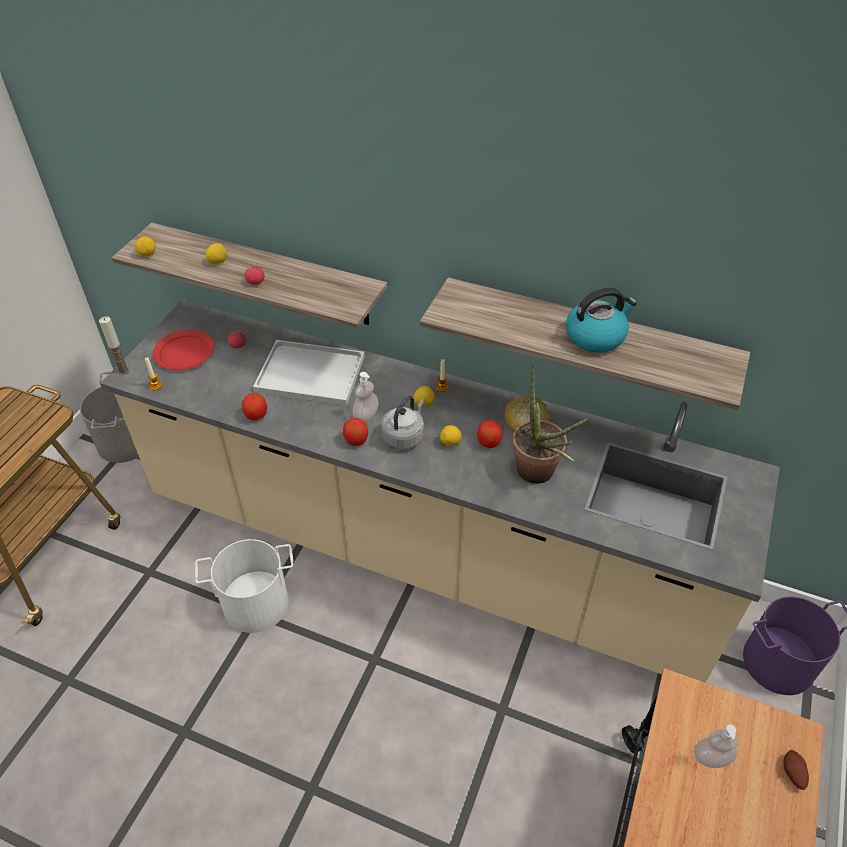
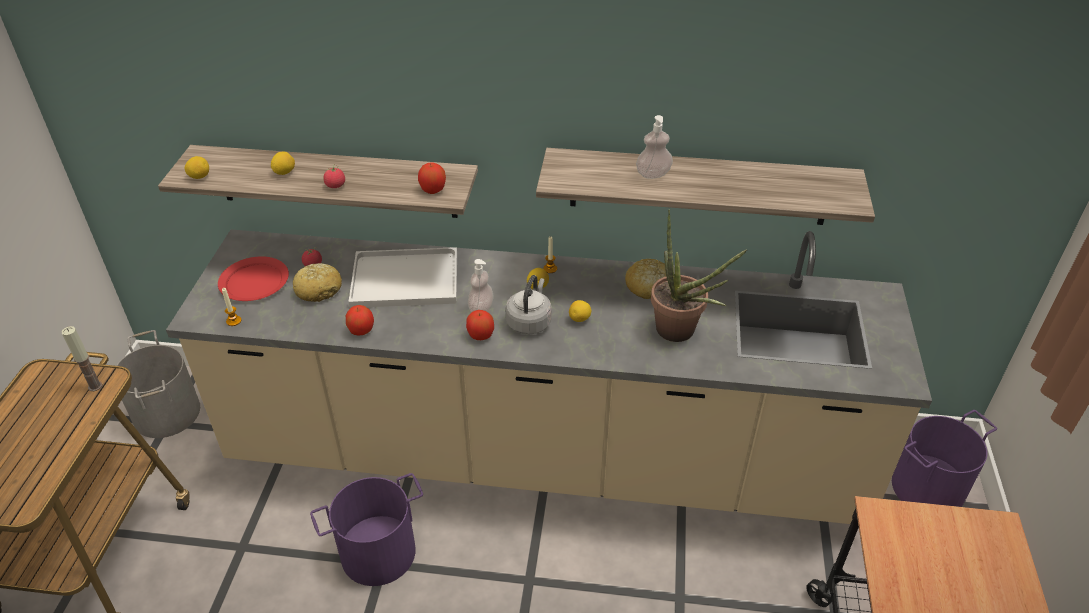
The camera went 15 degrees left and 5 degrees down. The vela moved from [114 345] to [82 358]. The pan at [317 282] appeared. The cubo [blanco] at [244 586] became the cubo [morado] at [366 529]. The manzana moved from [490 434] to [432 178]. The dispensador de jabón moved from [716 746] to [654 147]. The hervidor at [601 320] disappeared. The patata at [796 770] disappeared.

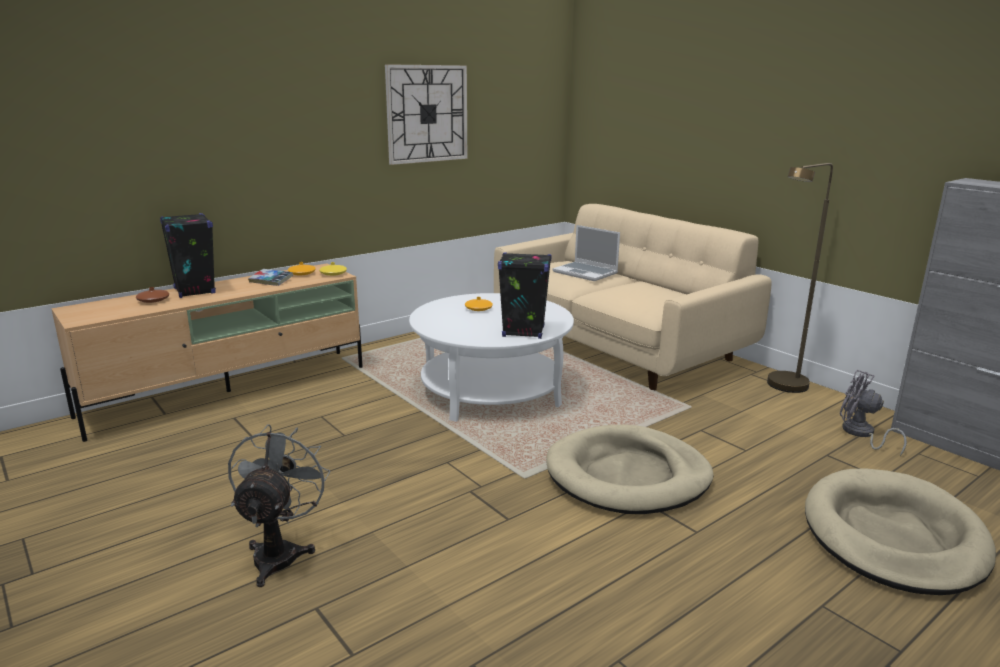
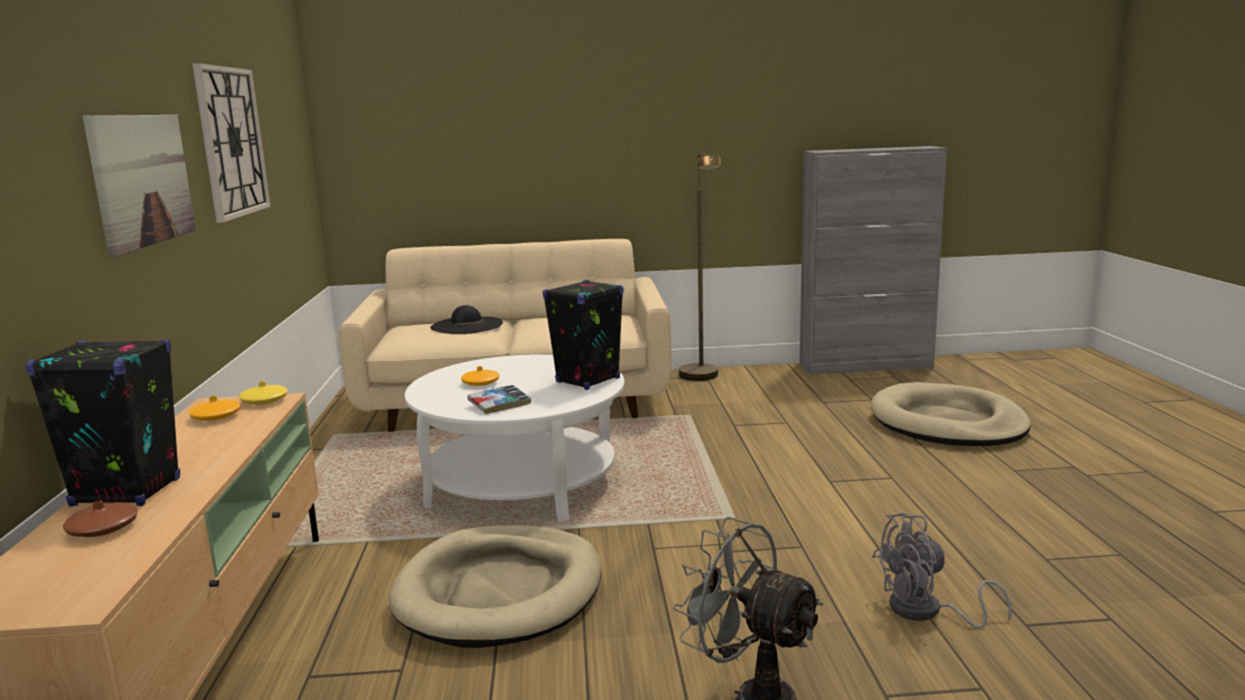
The camera went 55 degrees left and 5 degrees down. The cuadro at [139 186] appeared. The cama para perro [beis] moved from [629 469] to [495 586]. The portátil at [586 253] was replaced by the sombrero [negro] at [466 319]. The libro moved from [270 277] to [499 399]. The ventilador [gris] moved from [873 413] to [942 570].

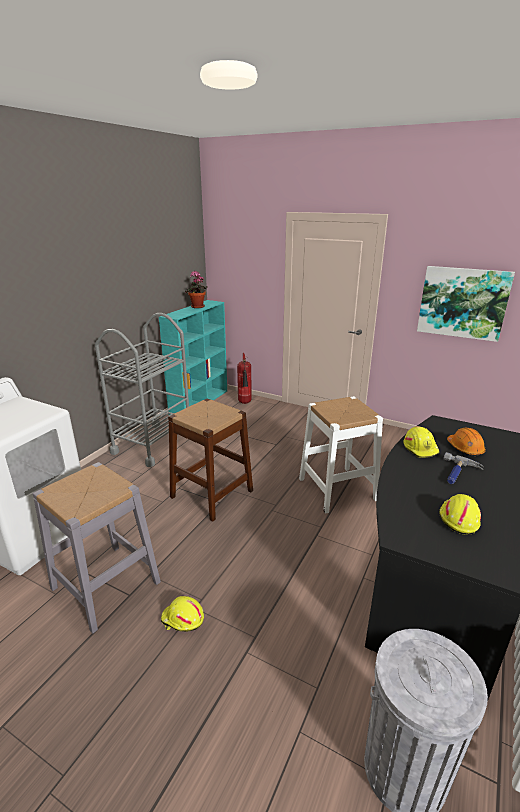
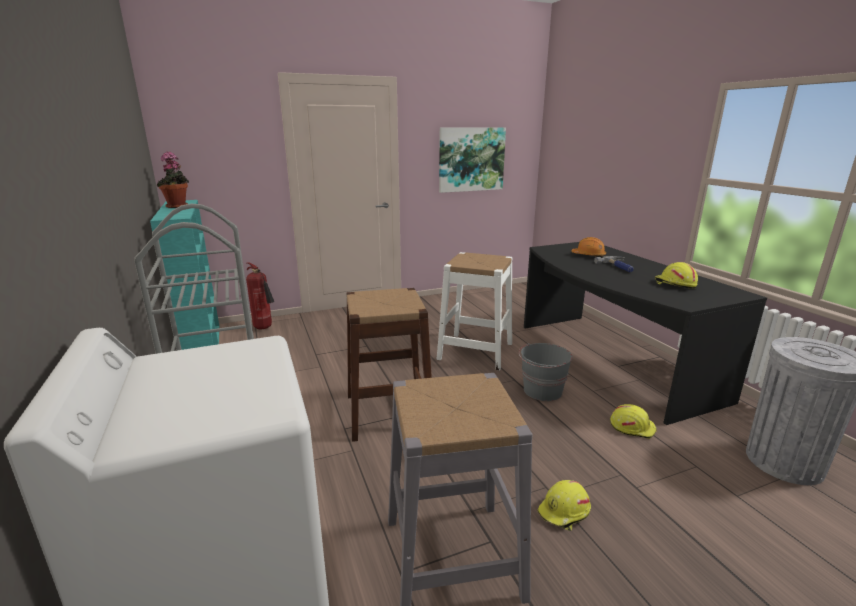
The camera went 50 degrees left and 5 degrees down. The cubo [gris] at [546 372] appeared. The casco [amarillo] moved from [421 442] to [633 421].

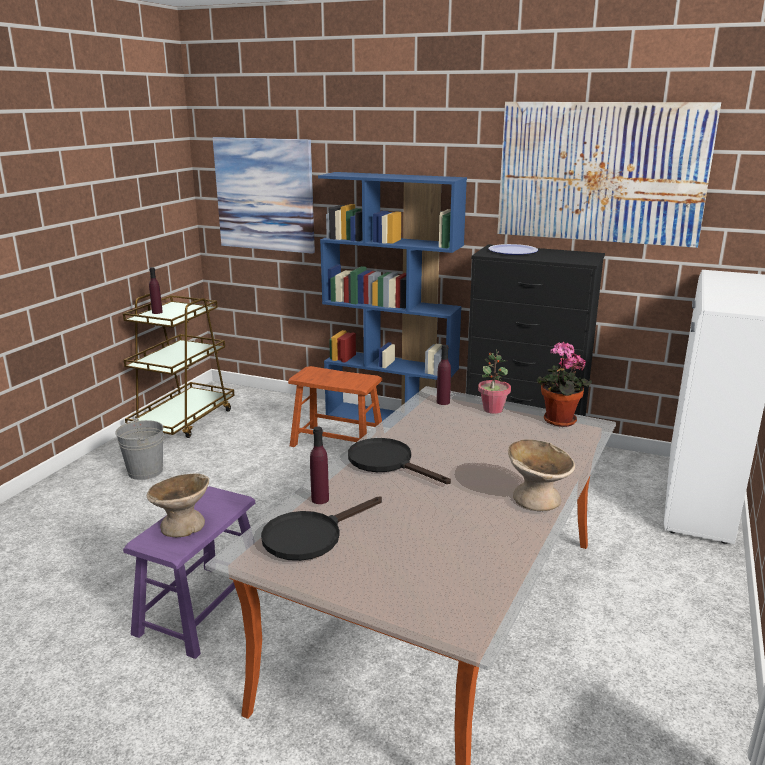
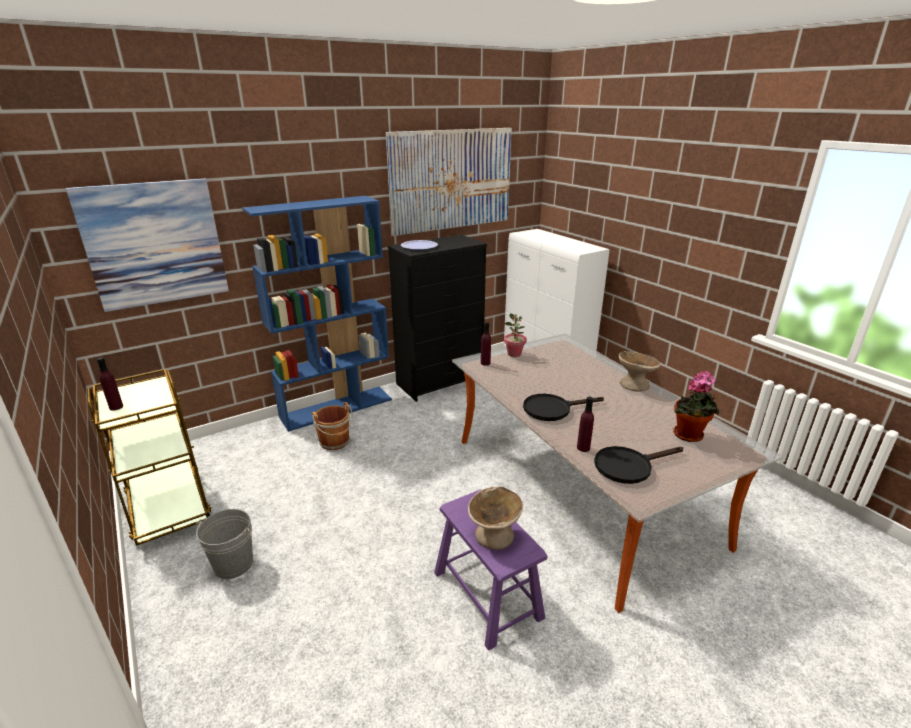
The camera went 55 degrees left and 5 degrees up. The taburete [marrón] at [335 406] was replaced by the cubo [marrón] at [332 426]. The sartén [negro] at [321 528] turned 75 degrees clockwise. The planta en maceta moved from [564 384] to [696 406].

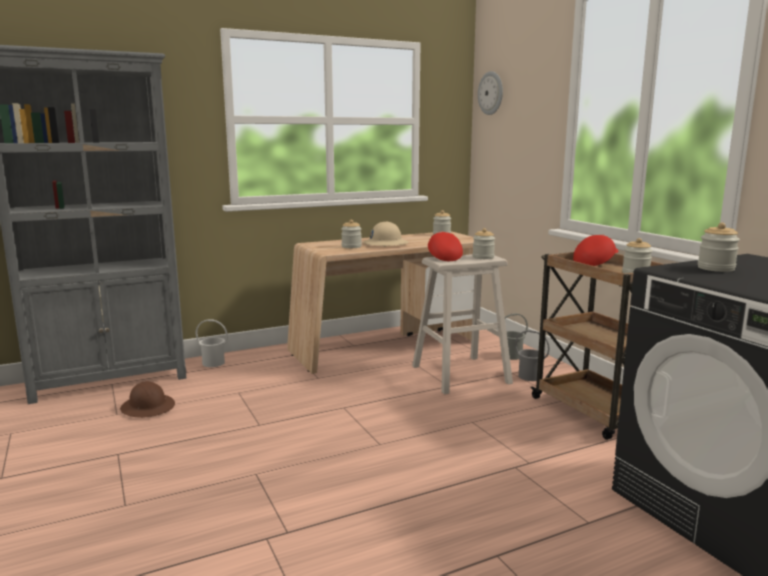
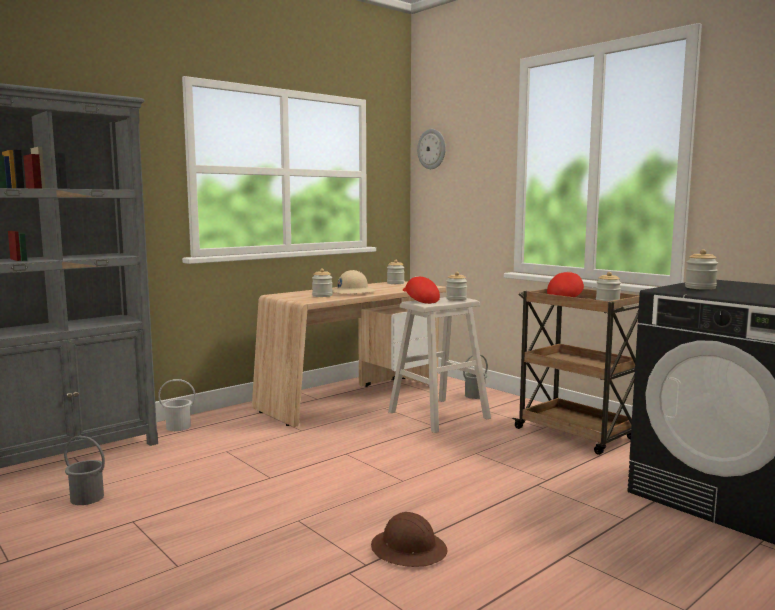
The camera went 15 degrees left and 5 degrees down. The cubo [gris] moved from [532 355] to [84 470]. The casco [marrón] moved from [147 399] to [409 539].

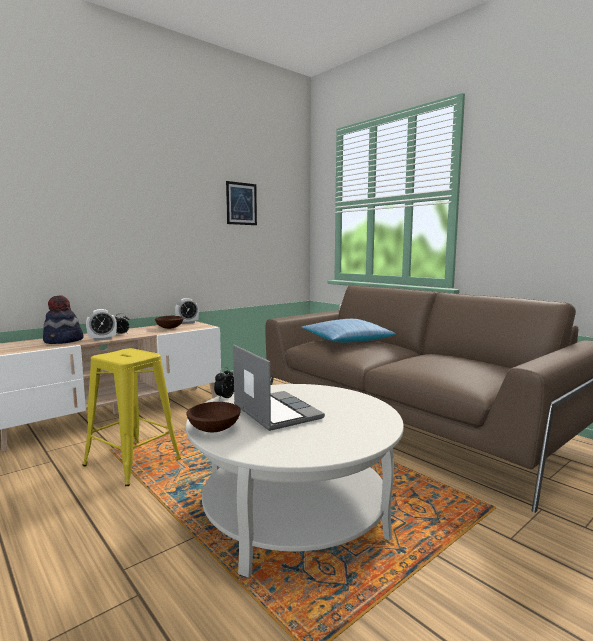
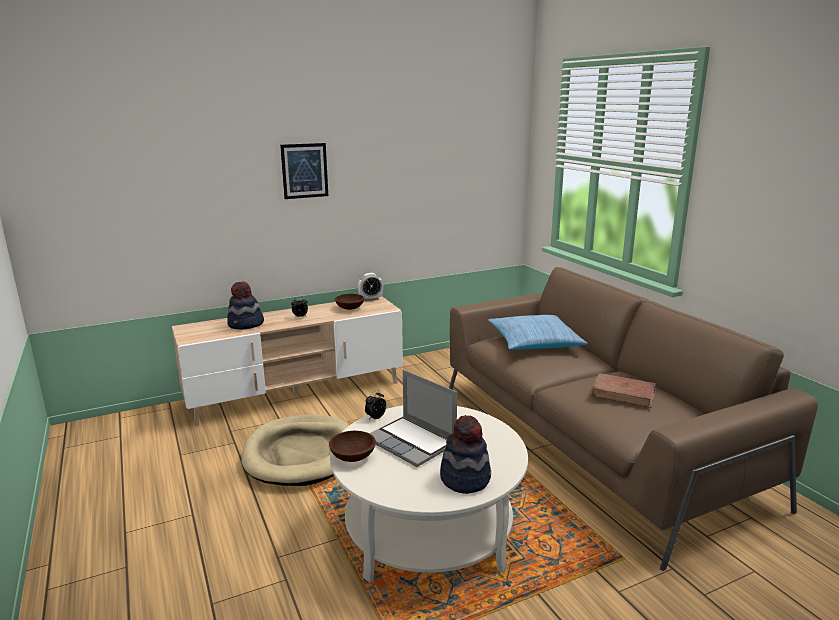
The camera went 15 degrees right and 10 degrees up. The taburete [amarillo] at [131 417] was replaced by the cama para perro [beis] at [295 450]. The cuadro moved from [241 203] to [304 171]. The portátil at [279 388] turned 150 degrees clockwise. The sombrero at [465 454] appeared. The libro [marrón] at [623 390] appeared. The despertador at [101 325] disappeared.

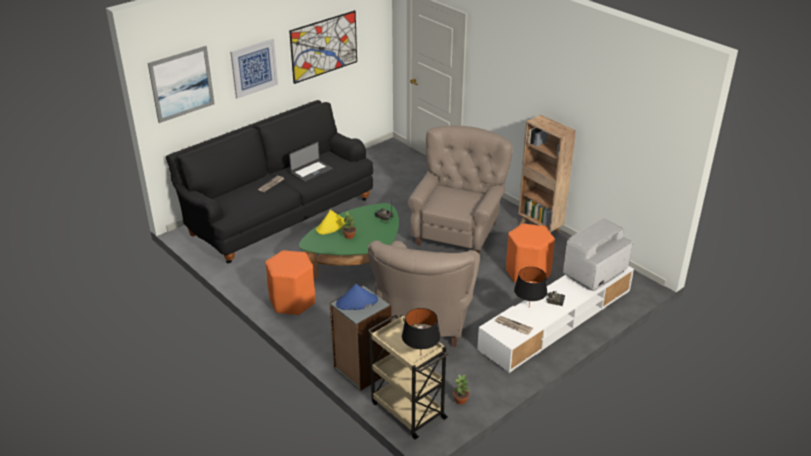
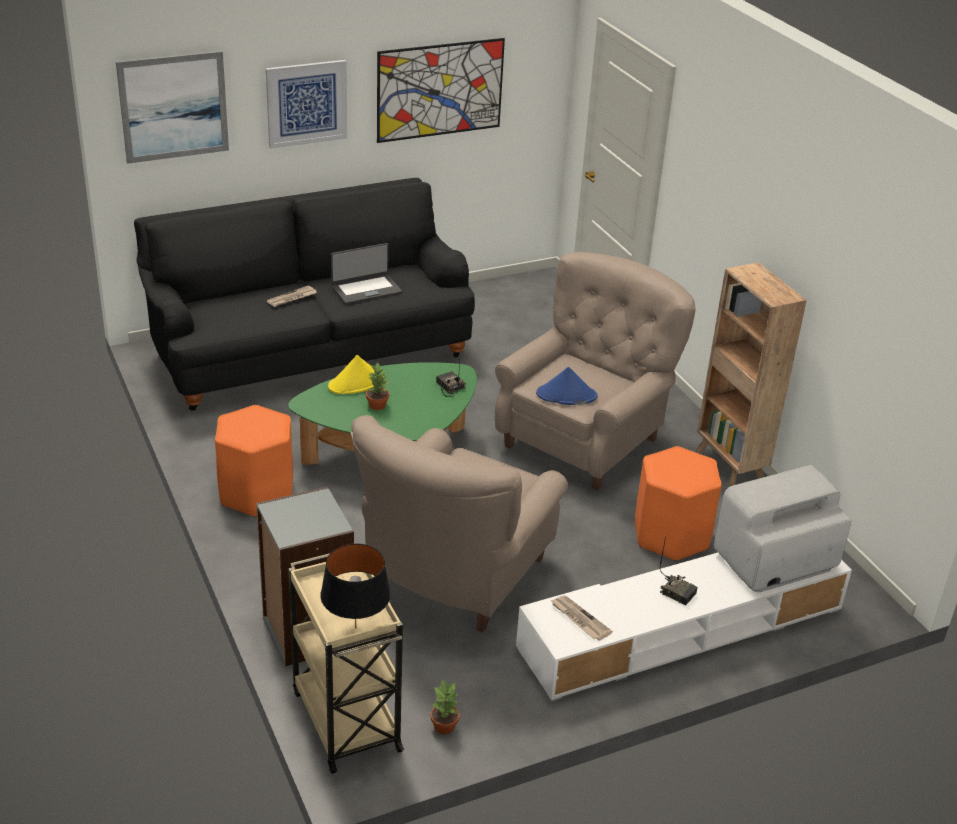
The camera went 15 degrees right and 0 degrees up. The sombrero [azul] moved from [357 297] to [567 386]. The lámpara de mesa [negro] at [530 286] disappeared.

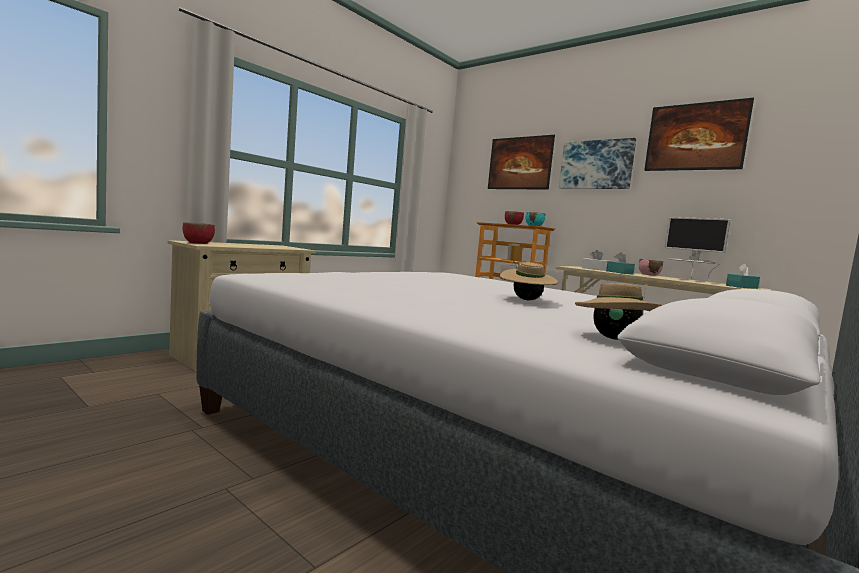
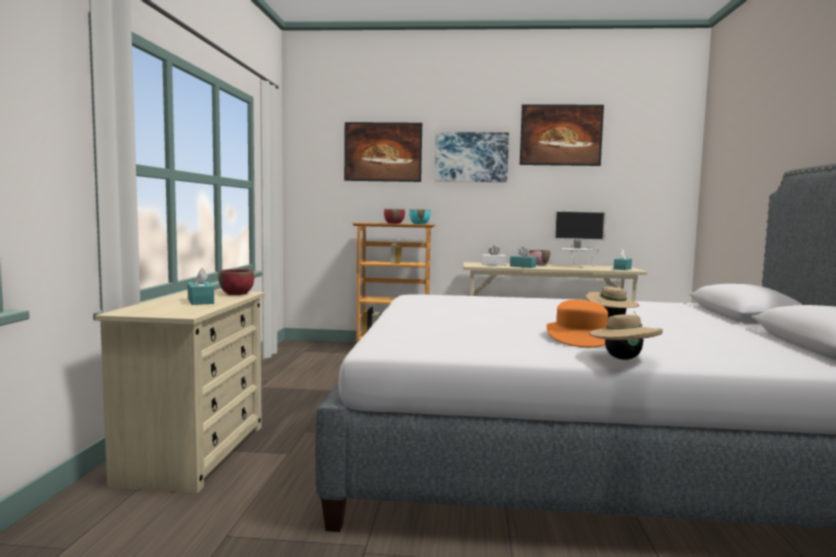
The camera went 35 degrees left and 0 degrees up. The caja de pañuelos [turquesa] at [200 286] appeared. The cuenco [rojo] moved from [199 233] to [236 282]. The sombrero [naranja] at [577 323] appeared. The sombrero [beis] moved from [618 311] to [626 336].

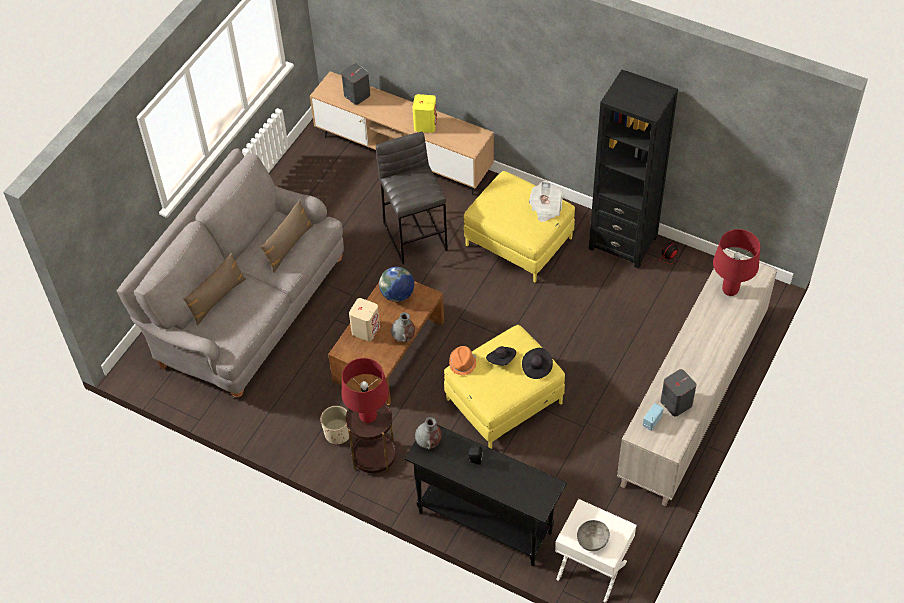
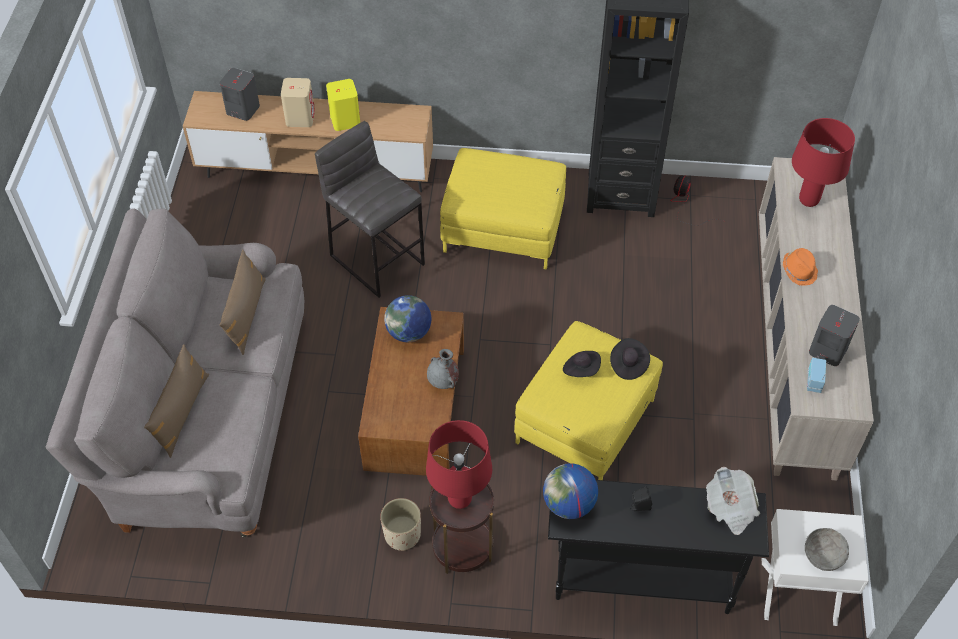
The camera went 25 degrees left and 0 degrees up. The altavoz [beis] moved from [364 319] to [298 102]. The florero [gris] at [428 433] was replaced by the globo terráqueo at [570 491]. The periódico moved from [546 201] to [733 501]. The sombrero [naranja] moved from [462 361] to [800 267].

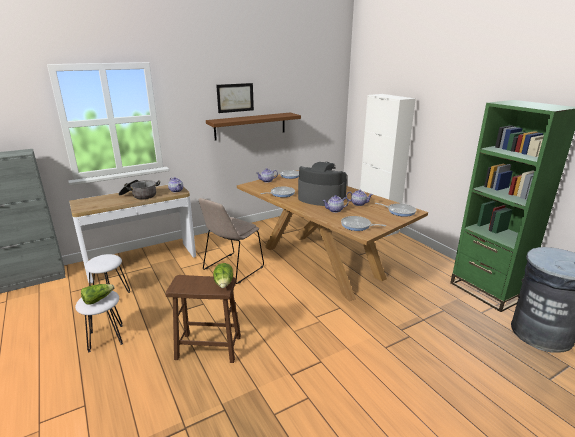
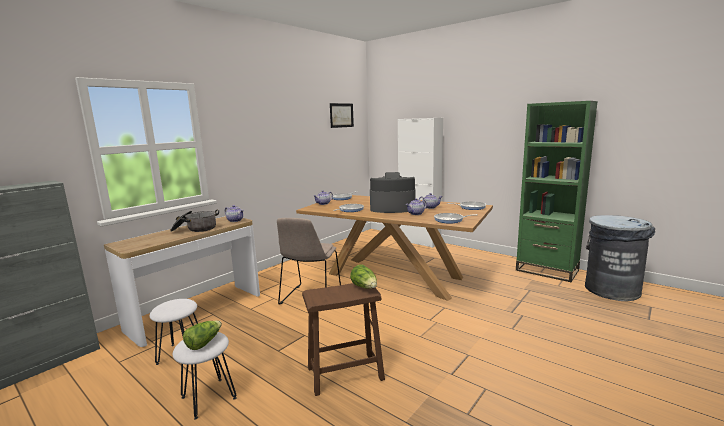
The camera went 20 degrees left and 10 degrees down. The cuadro moved from [235 98] to [342 115]. The estante [marrón] at [253 126] disappeared.

